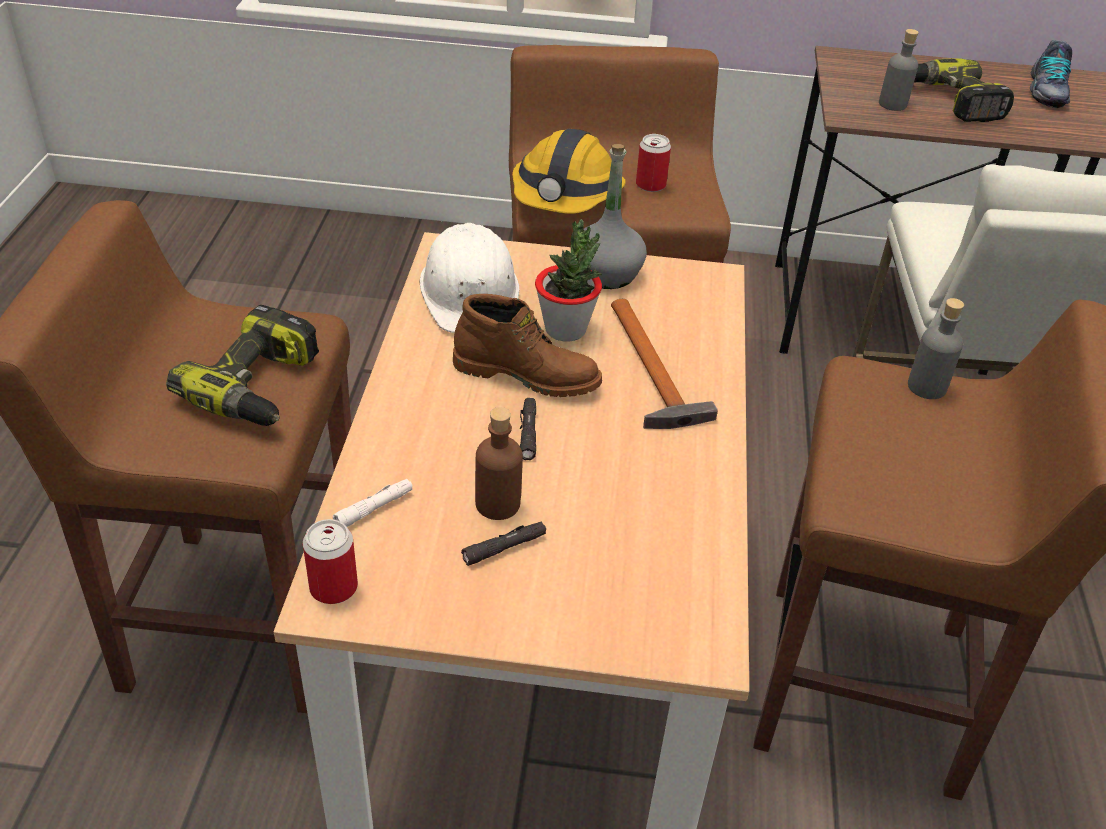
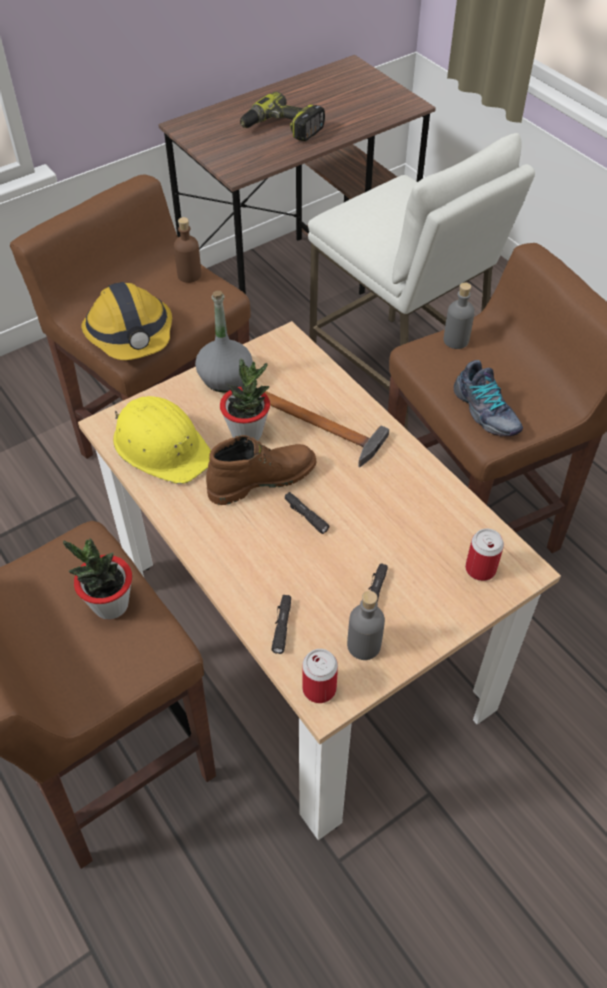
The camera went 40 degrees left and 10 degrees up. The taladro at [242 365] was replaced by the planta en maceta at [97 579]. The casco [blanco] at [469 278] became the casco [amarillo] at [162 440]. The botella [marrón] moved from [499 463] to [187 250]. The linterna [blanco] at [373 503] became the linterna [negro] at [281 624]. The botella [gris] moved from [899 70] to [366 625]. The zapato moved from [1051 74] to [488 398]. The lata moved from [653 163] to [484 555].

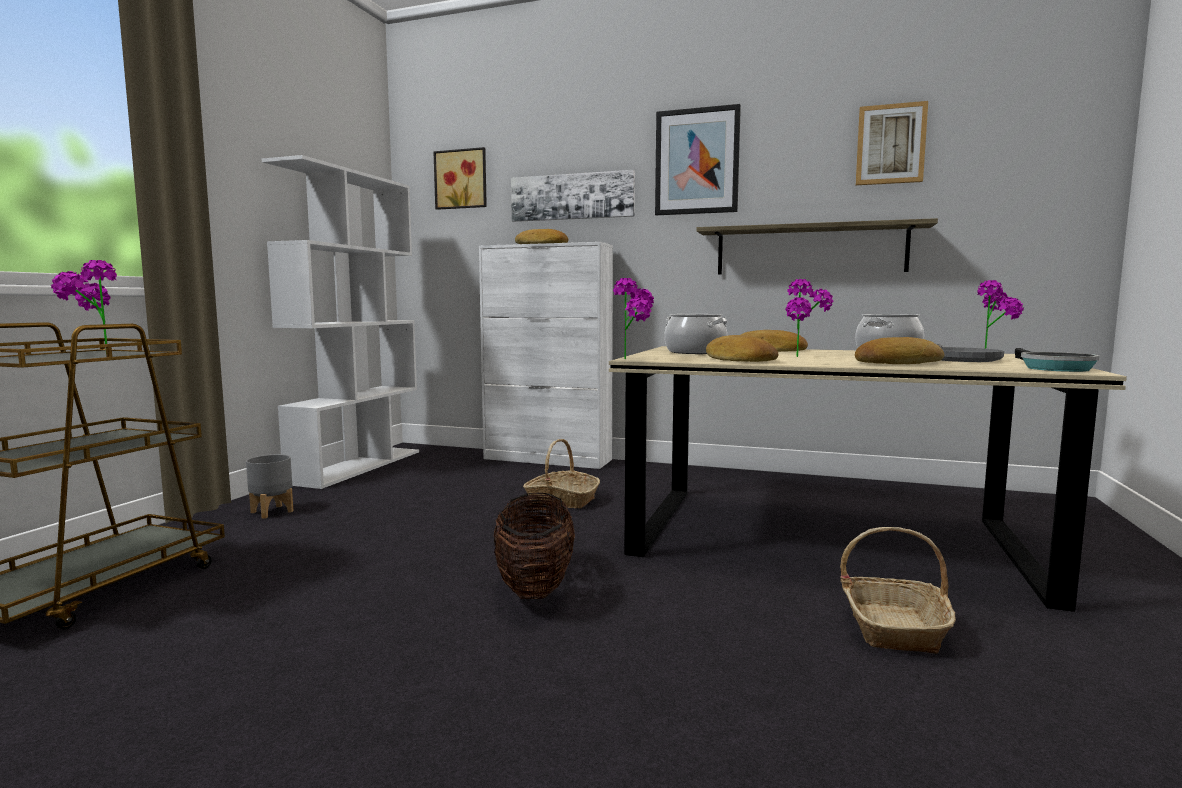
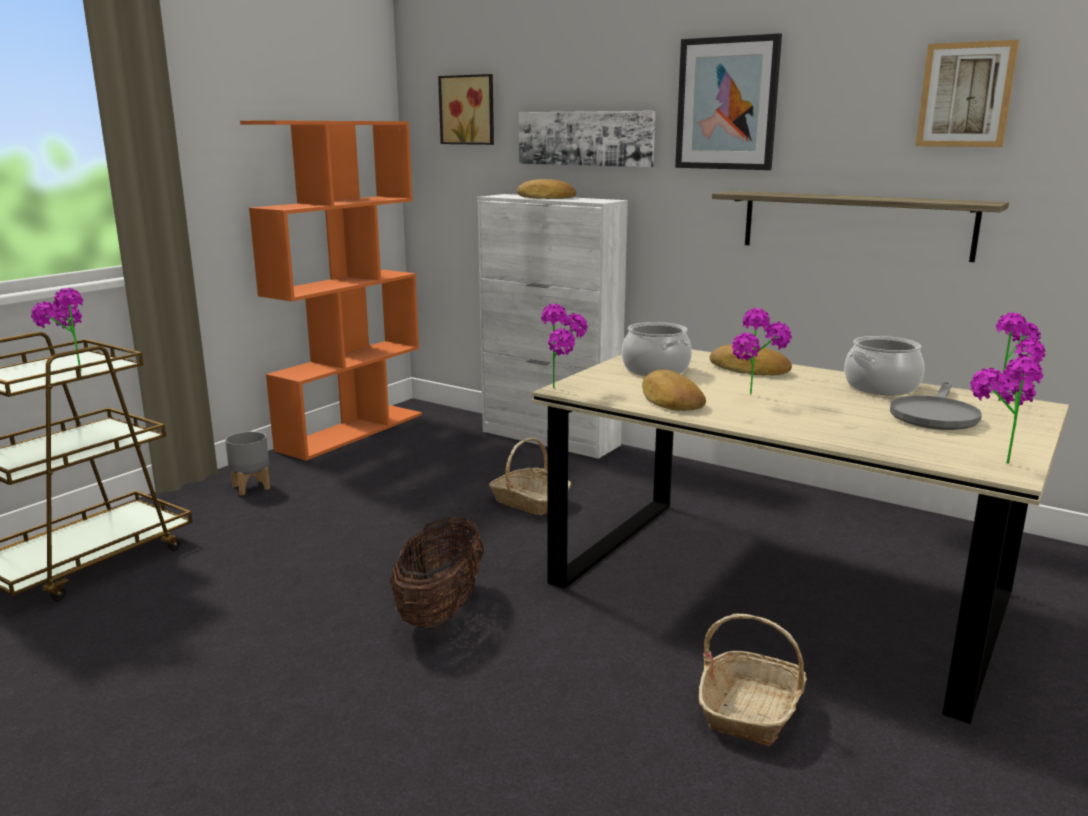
The camera went 15 degrees right and 10 degrees up. The estantería [blanco] at [340 322] became the estantería [naranja] at [331 290]. The sartén at [1057 360] was replaced by the planta en maceta at [1006 410]. The pan at [899 350] disappeared.

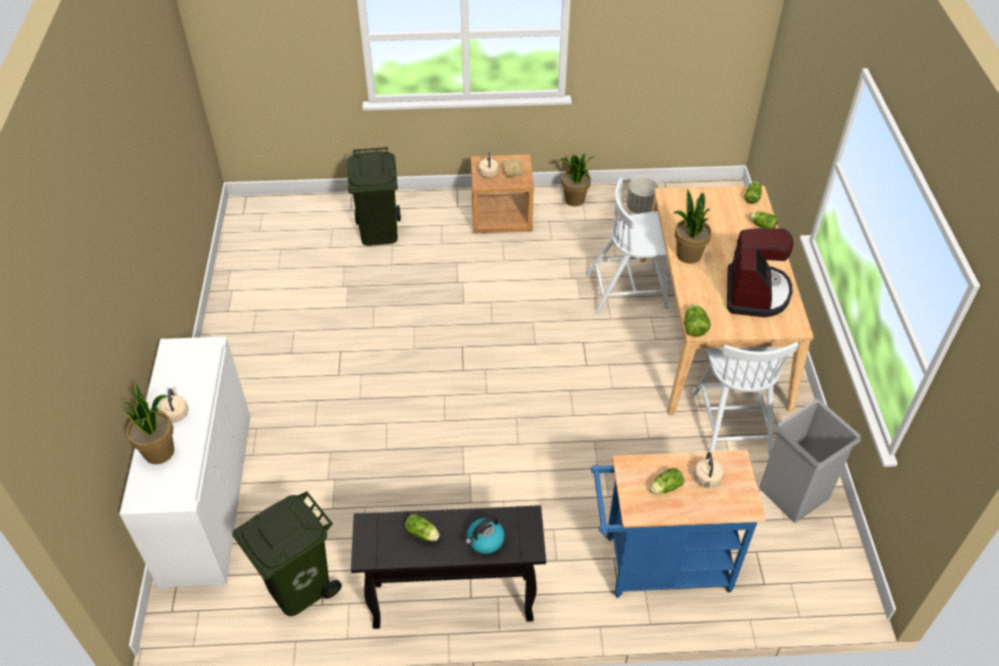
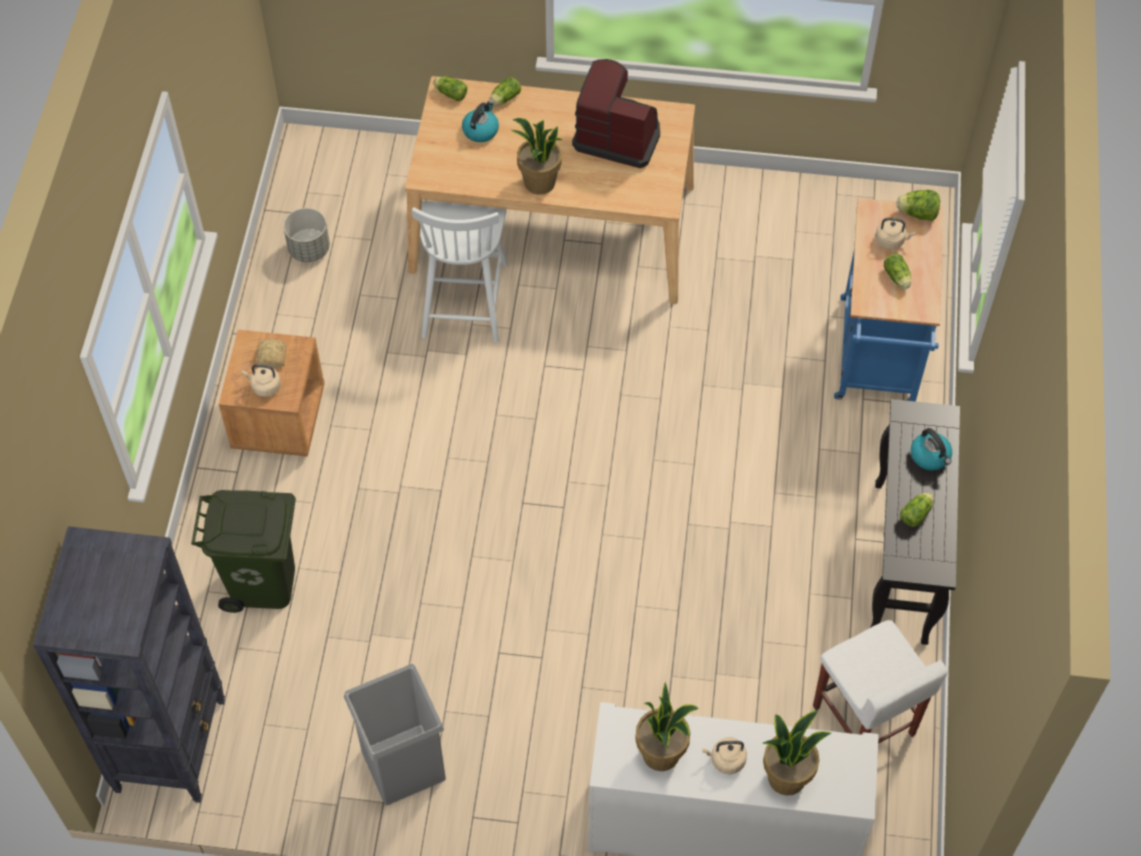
The camera went 80 degrees left and 10 degrees up. The estantería [negro] at [129 664] appeared. The papelera [gris] moved from [810 461] to [395 735]. The hervidor at [480 121] appeared. The planta en maceta moved from [577 179] to [667 726]. The papelera [verde] at [287 553] was replaced by the taburete [blanco] at [880 682]. The lechuga moved from [697 320] to [918 205]. The silla [blanco] at [746 399] disappeared.

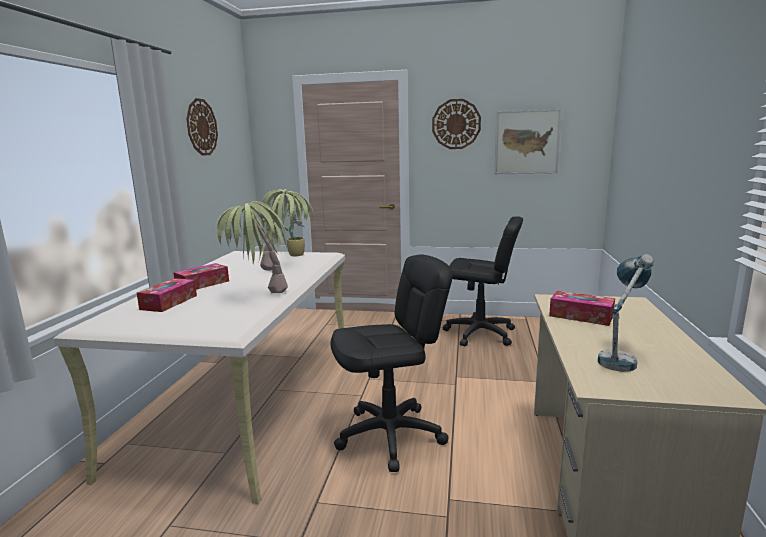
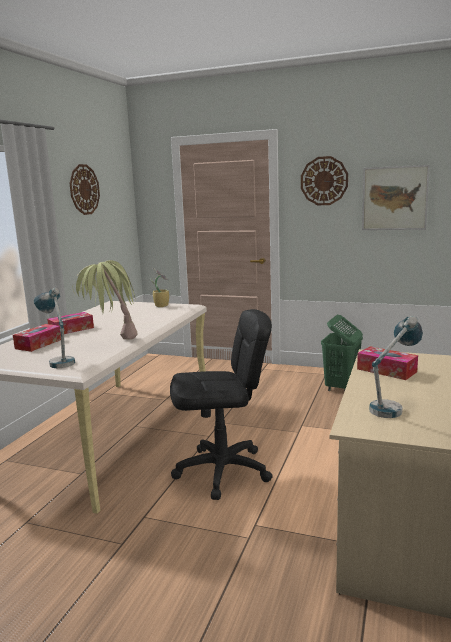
The camera went 10 degrees right and 0 degrees up. The lámpara de mesa at [54 328] appeared. The silla de oficina [negro] at [483 281] was replaced by the cesto de la ropa [verde] at [342 353]. The planta en maceta at [285 230] disappeared.

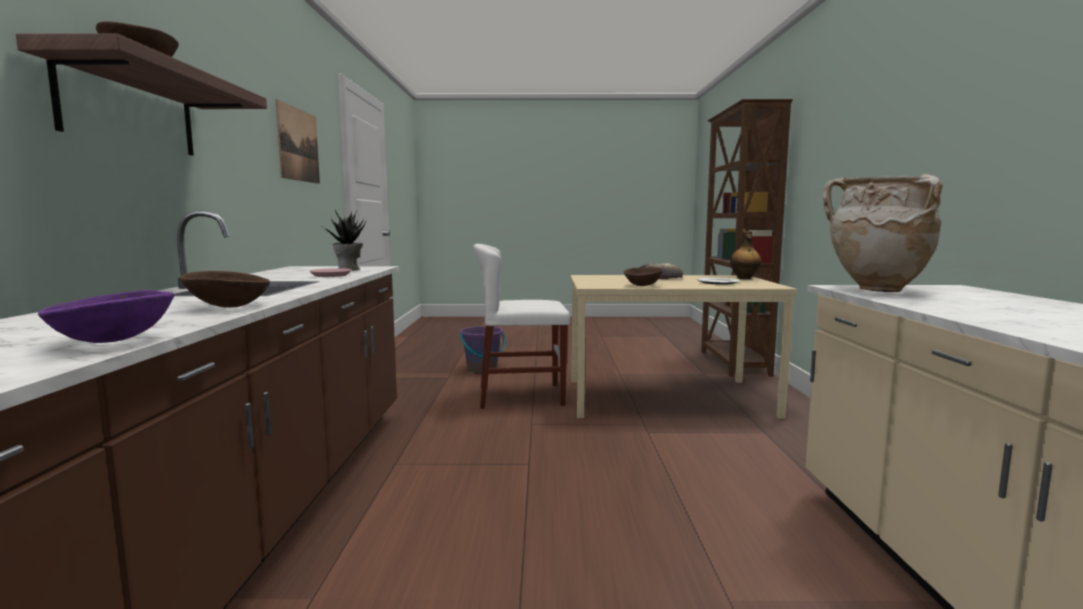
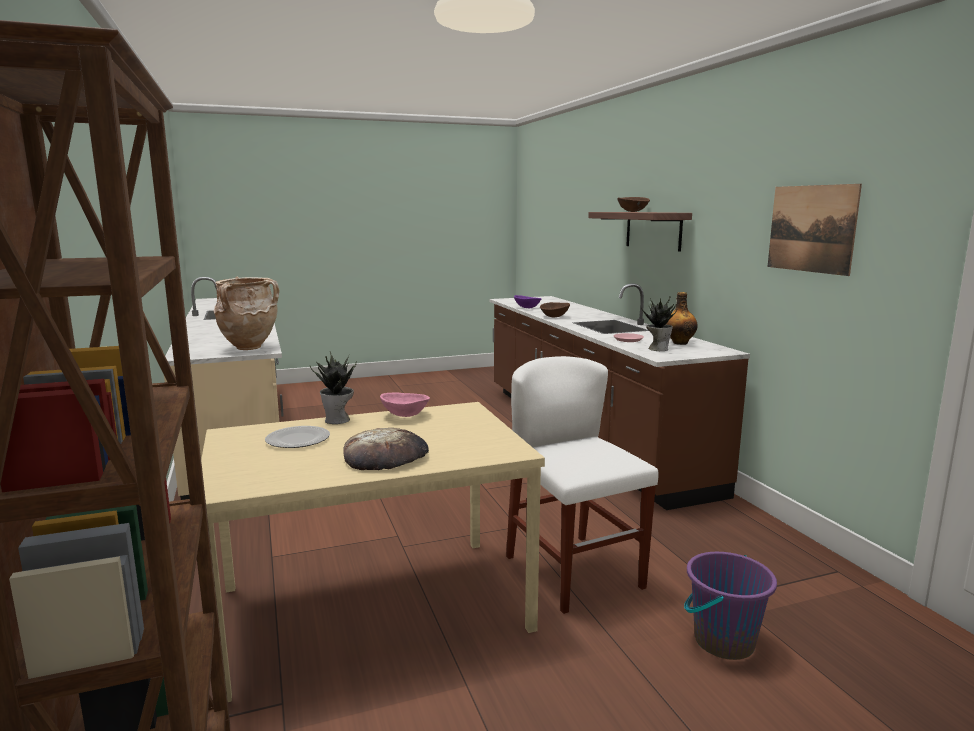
The camera went 160 degrees right and 5 degrees up. The planta en maceta at [333 387] appeared. The cuenco [marrón] at [643 277] became the cuenco [rosa] at [405 405]. The silla [blanco] at [521 326] turned 90 degrees counterclockwise. The botella moved from [745 255] to [682 318].

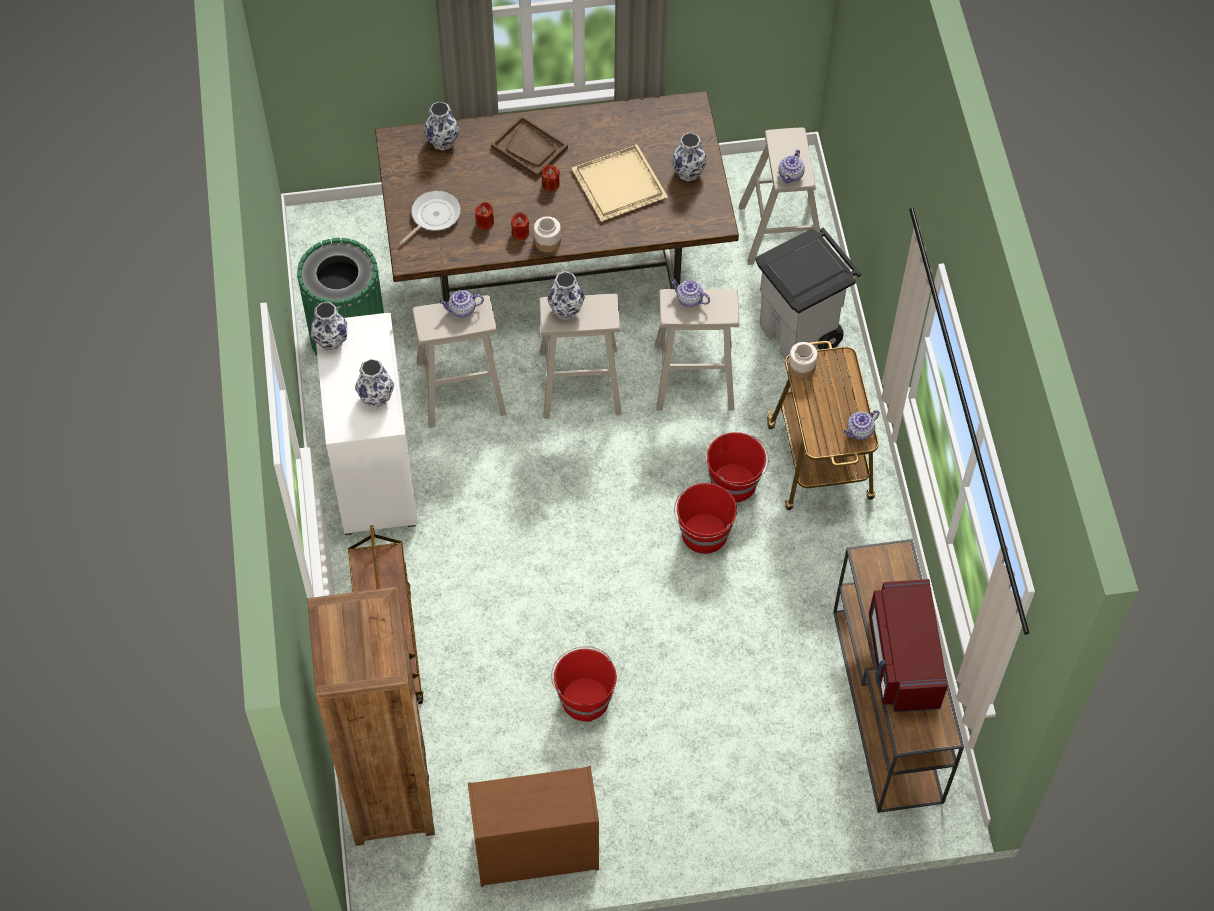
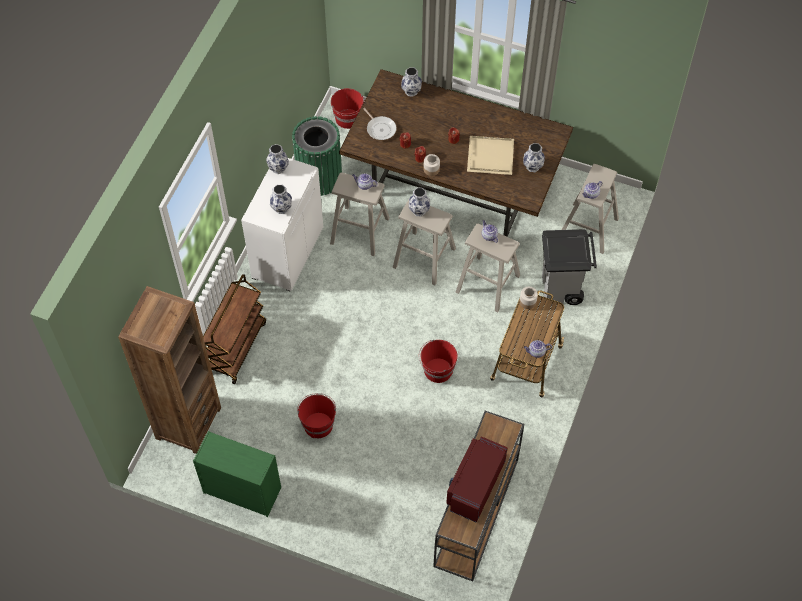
The camera went 30 degrees right and 0 degrees up. The cómoda [marrón] at [533 826] became the cómoda [verde] at [237 474]. The cubo [rojo] moved from [738 467] to [348 108]. The sartén at [430 218] turned 75 degrees clockwise. The bandeja [marrón] at [529 146] disappeared.

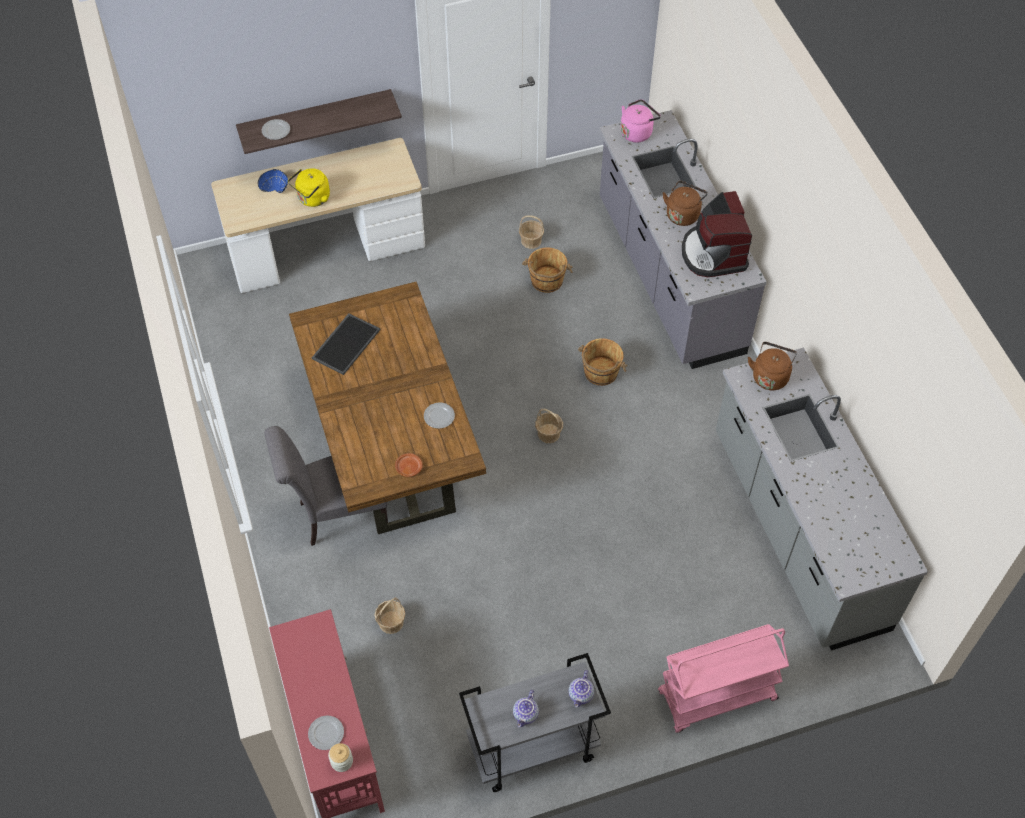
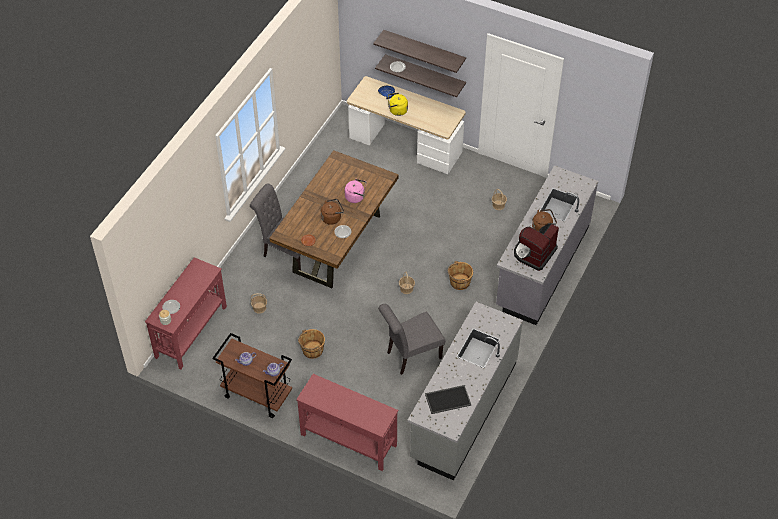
The camera went 45 degrees right and 5 degrees down. The carrito [gris] at [535 722] became the carrito [marrón] at [252 375]. The carrito [rosa] at [723 678] was replaced by the mesa consola [rojo] at [347 422]. The cubo [marrón] moved from [547 270] to [311 344]. The hervidor [marrón] moved from [772 366] to [332 212]. The hervidor [rosa] moved from [640 120] to [355 191]. The estante at [419 51] appeared. The silla [gris] at [411 339] appeared. The bandeja moved from [346 344] to [448 399].

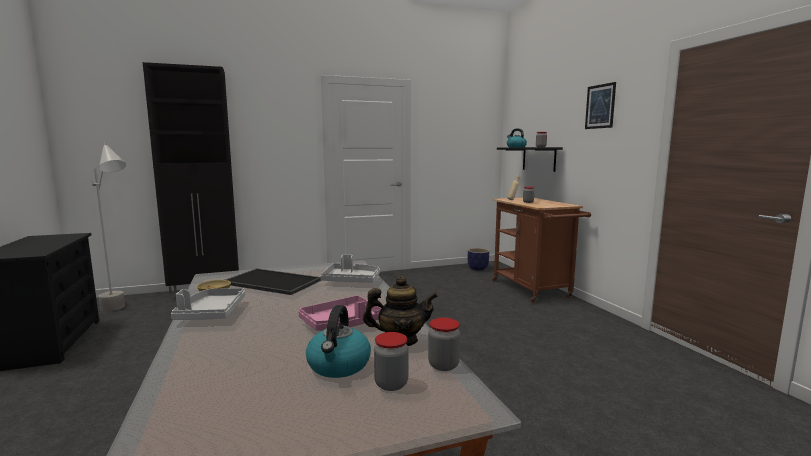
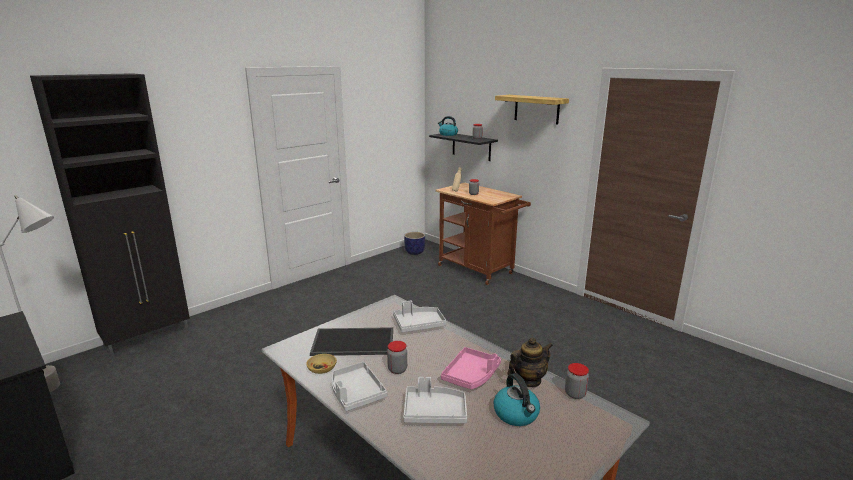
The camera went 25 degrees left and 10 degrees up. The tarro moved from [391 361] to [397 357]. The bandeja [gris] at [435 400] appeared. The cuadro at [600 105] was replaced by the estante at [532 110].

